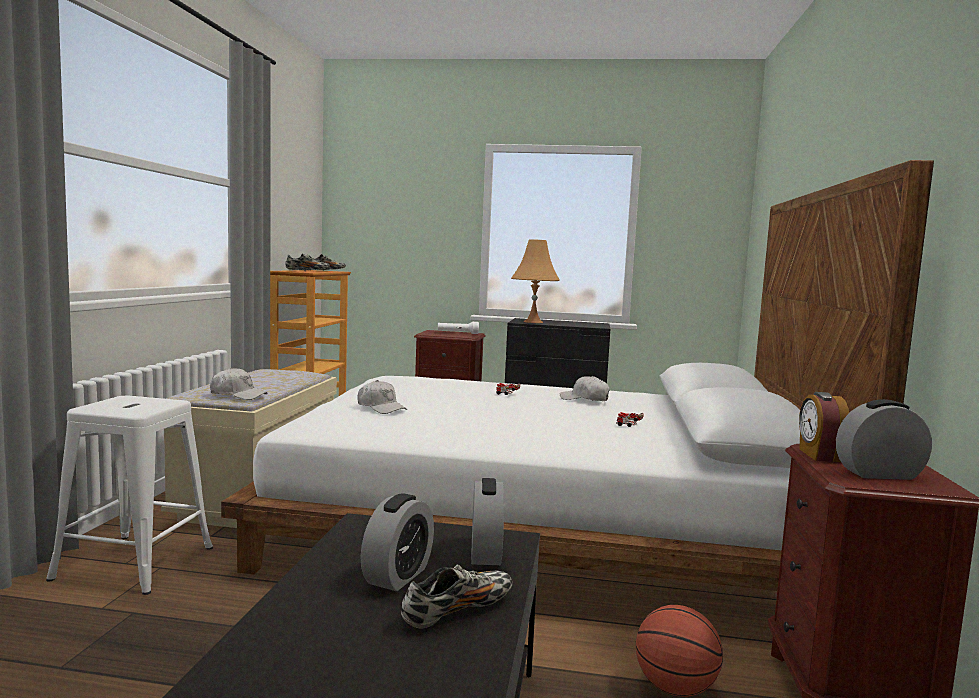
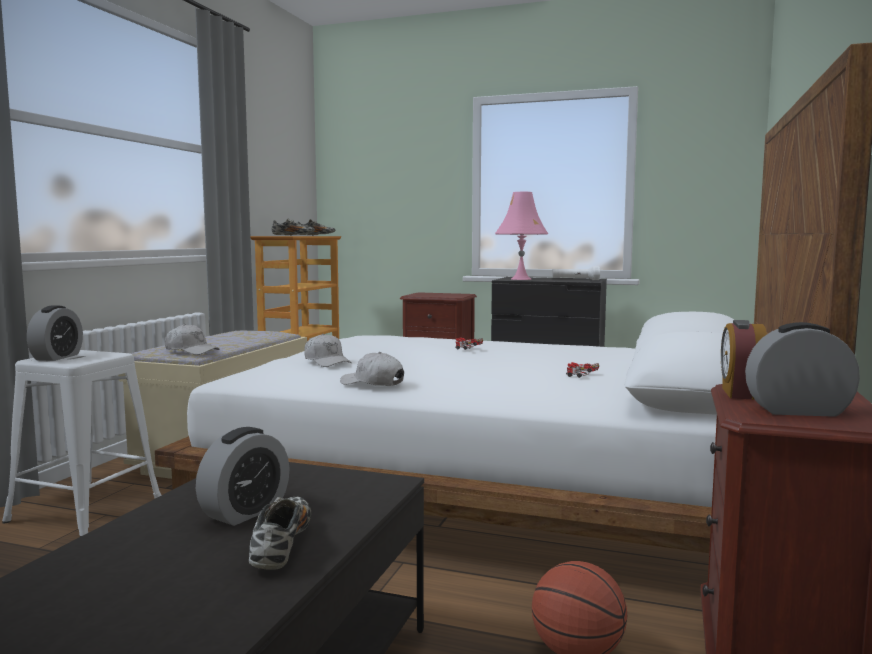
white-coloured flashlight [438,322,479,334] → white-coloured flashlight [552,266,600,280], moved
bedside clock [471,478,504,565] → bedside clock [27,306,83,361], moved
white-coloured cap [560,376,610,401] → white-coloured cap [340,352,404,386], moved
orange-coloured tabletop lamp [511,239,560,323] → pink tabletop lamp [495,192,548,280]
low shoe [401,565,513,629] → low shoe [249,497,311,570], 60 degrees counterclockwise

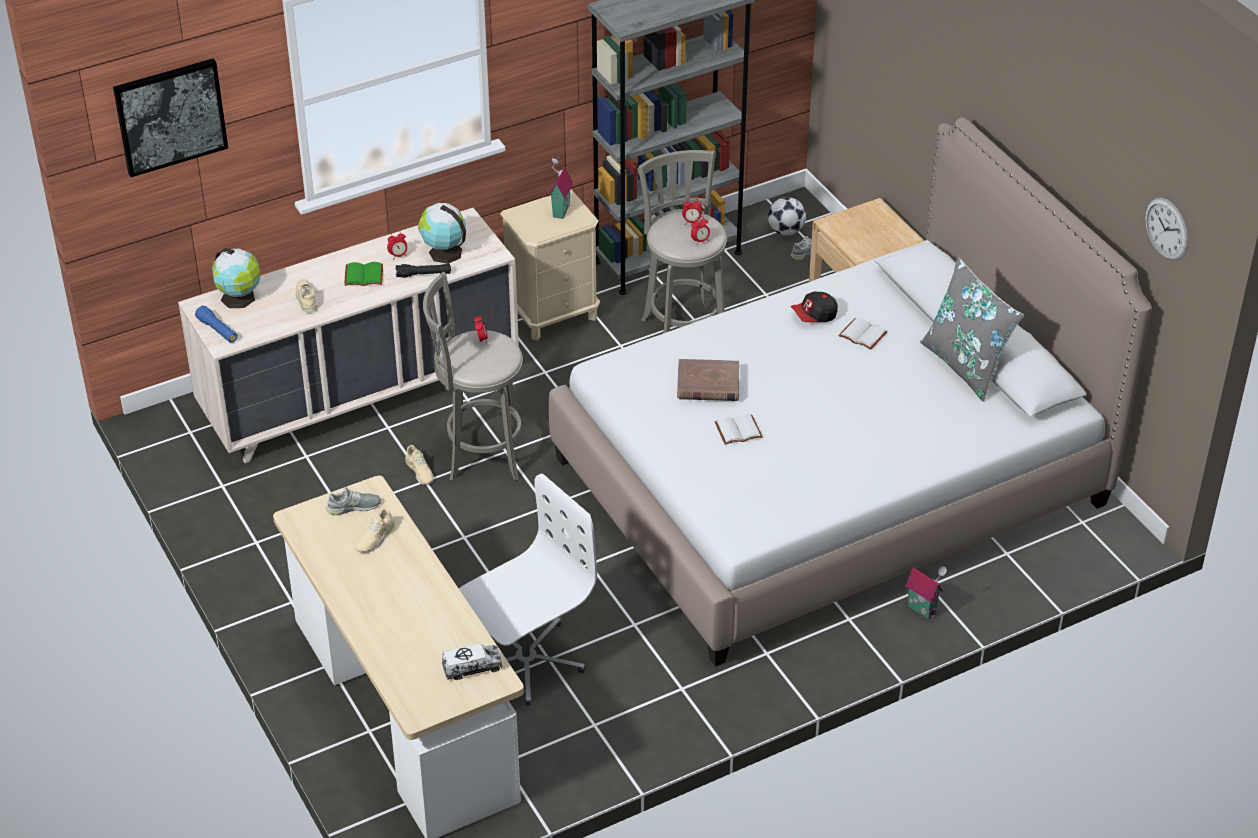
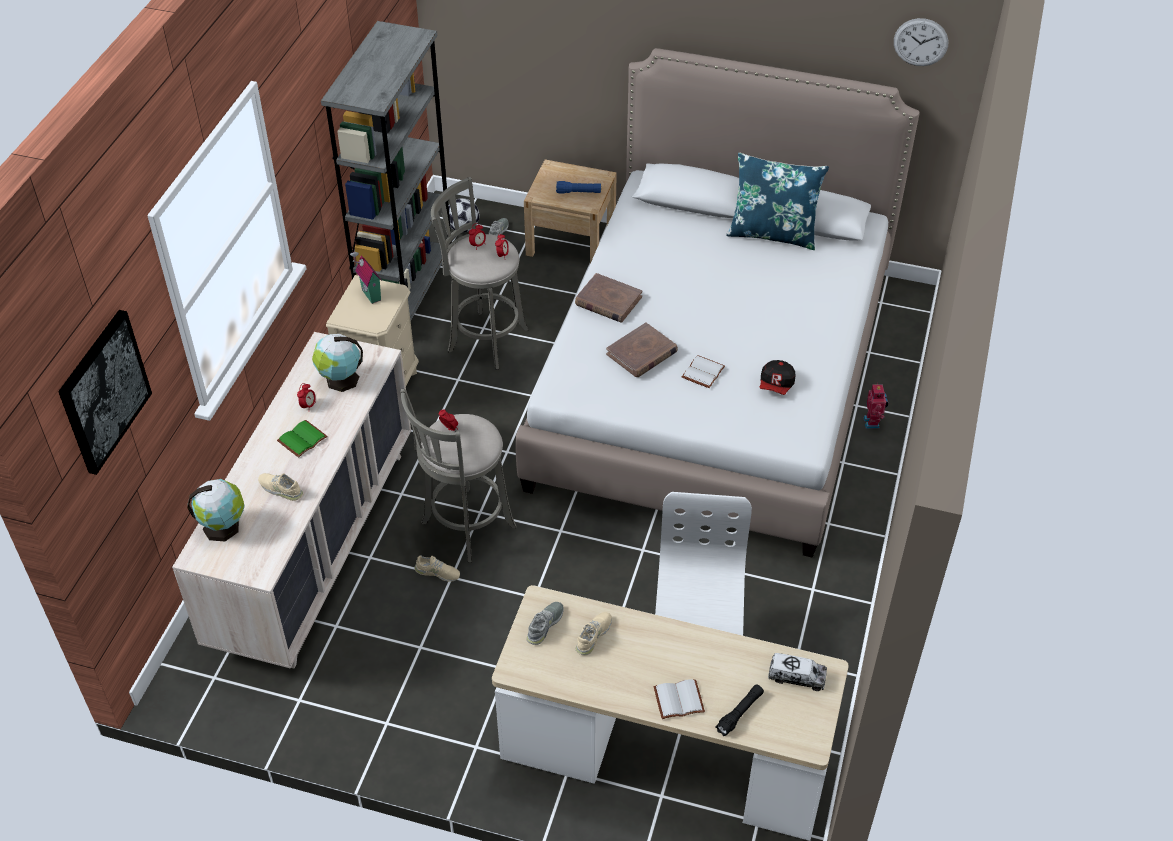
- → brownish book [575,273,642,323]
blue-coloured flashlight [195,306,238,343] → blue-coloured flashlight [556,181,601,193], moved
blackish flashlight [395,264,451,278] → blackish flashlight [716,684,764,736], moved
cap [791,292,838,322] → cap [760,360,795,395], moved
white-coloured book [838,318,887,350] → white-coloured book [654,679,705,719], moved
miniature house [905,566,947,620] → toy robot [863,383,888,429]
grey throw pillow [920,258,1024,401] → blue-coloured throw pillow [726,153,829,250]
beige low shoe [355,508,395,553] → beige low shoe [575,612,612,656], 135 degrees counterclockwise
model truck [442,644,503,680] → model truck [768,653,827,691], 75 degrees clockwise

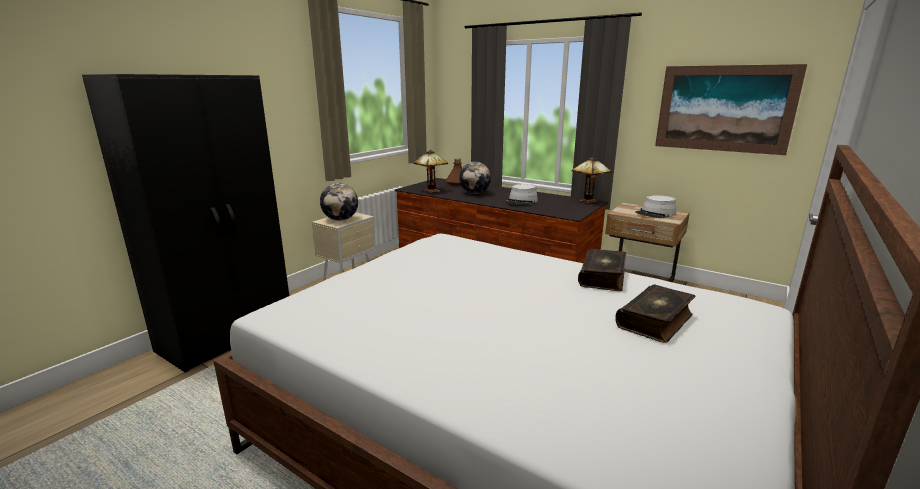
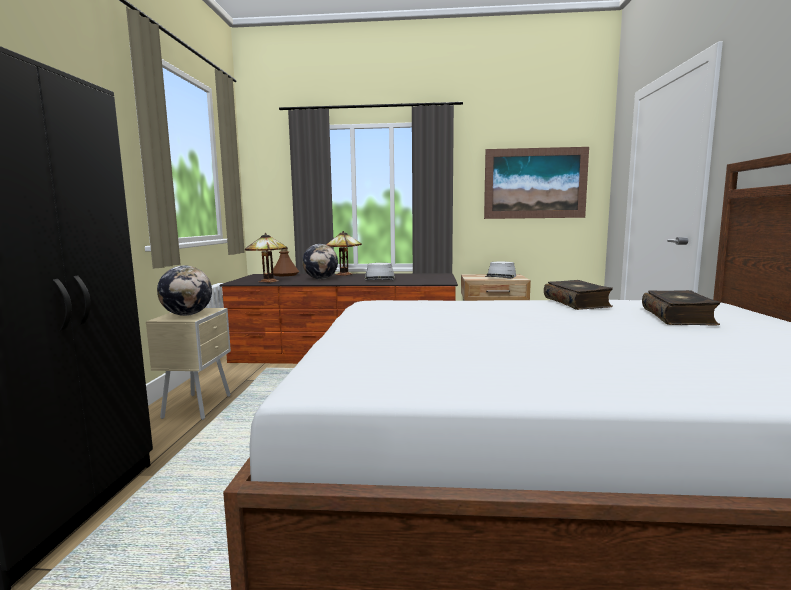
tabletop lamp [572,156,612,203] → tabletop lamp [326,231,362,276], moved

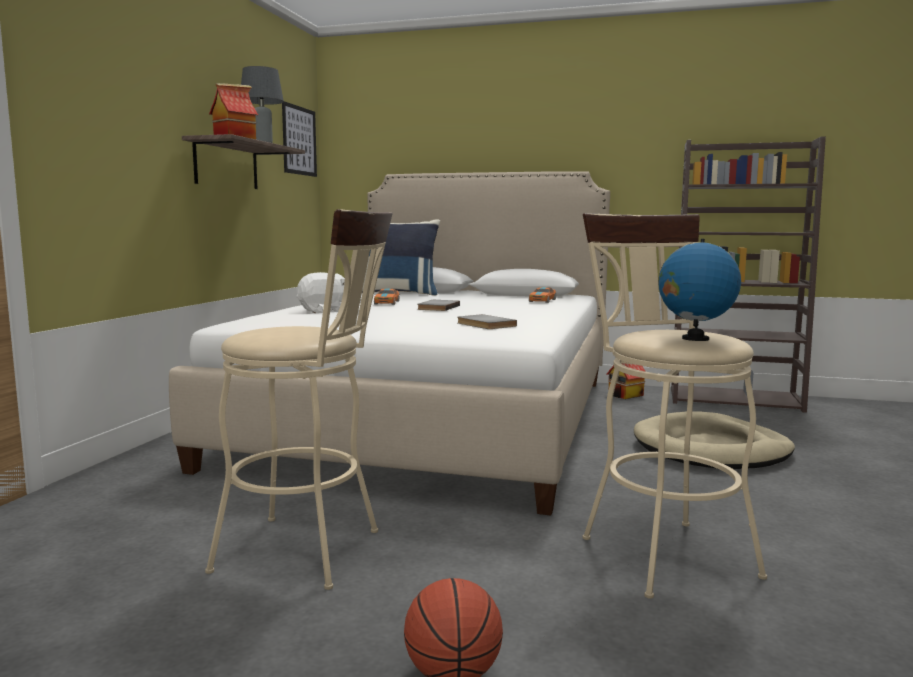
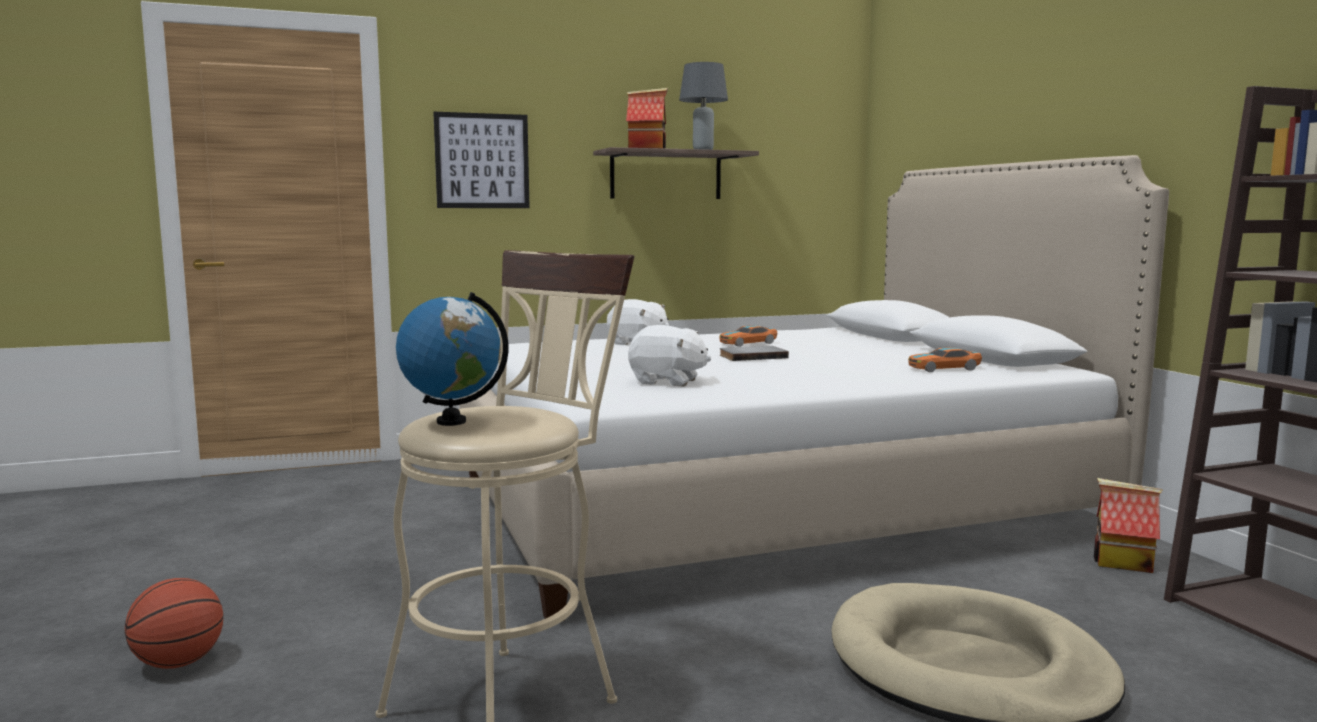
beige stool seat [205,209,393,590] → -
blue-coloured throw pillow [362,219,440,296] → -
wall art [282,101,317,177] → wall art [433,112,530,208], moved
grey book [458,314,517,329] → white-coloured cuddly toy [628,325,711,386]

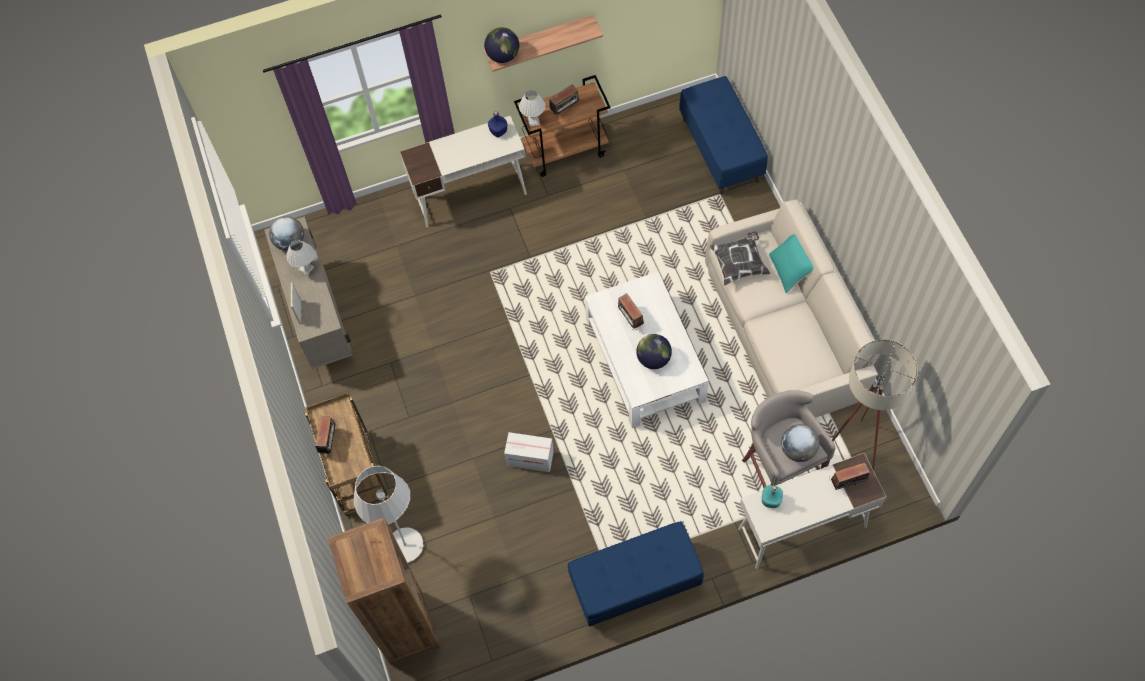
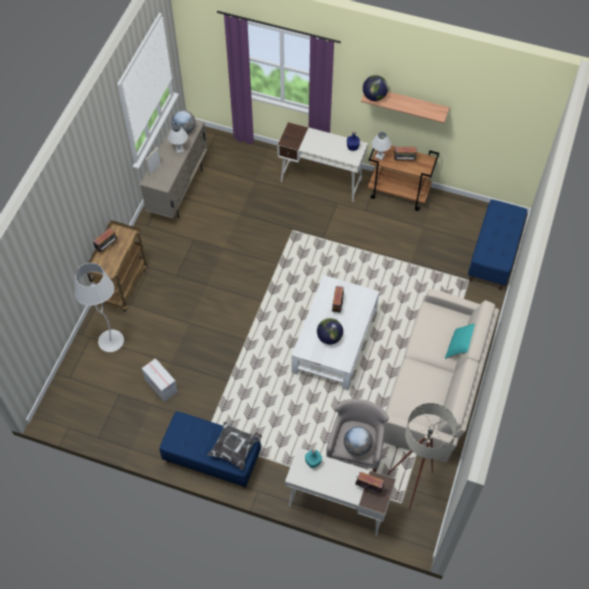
brownish bookcase [328,518,440,665] → -
packing box [504,432,554,472] → packing box [142,358,178,402], moved
throw pillow [710,231,770,286] → throw pillow [207,422,262,470], moved

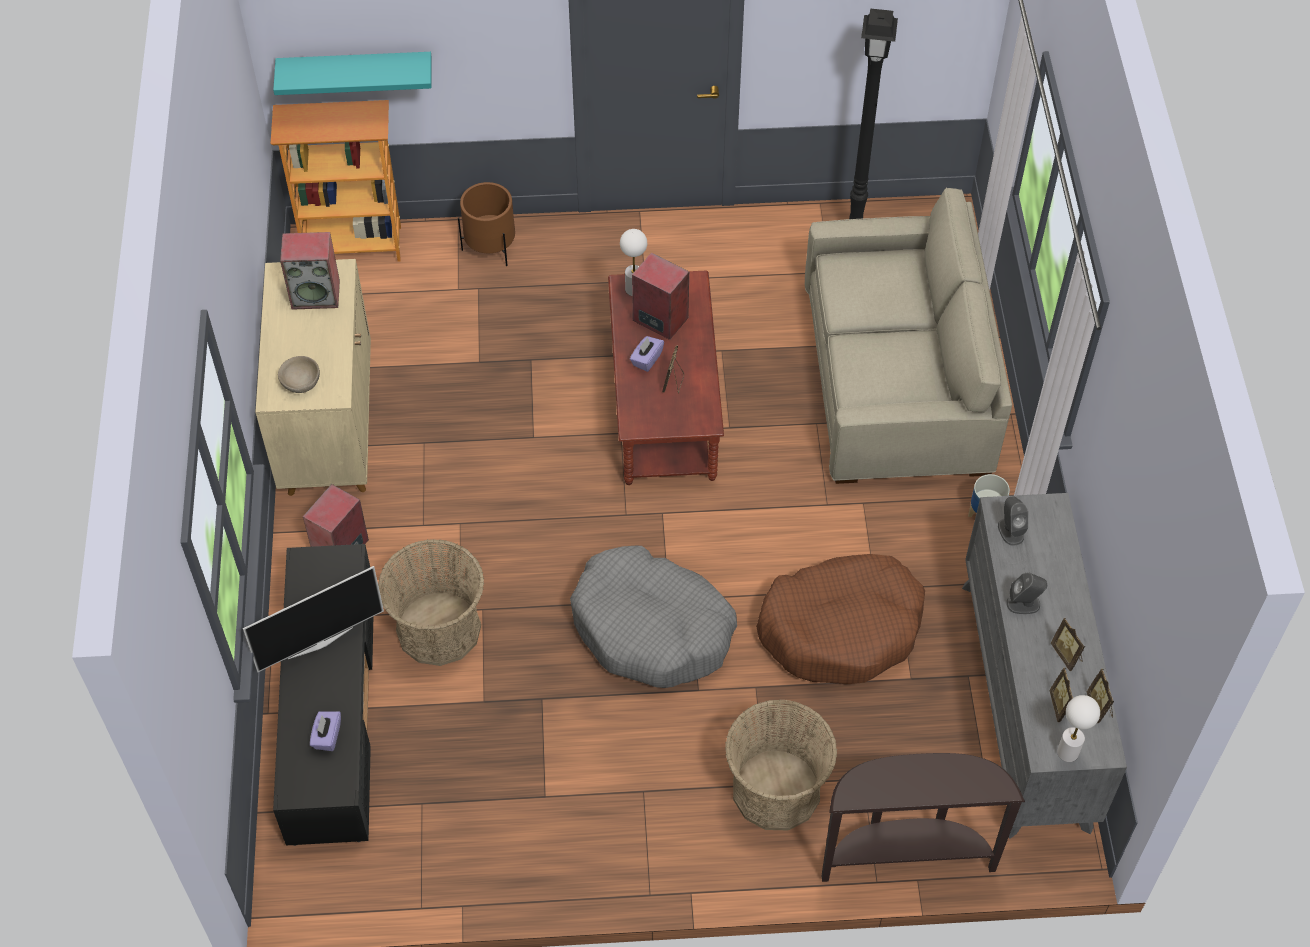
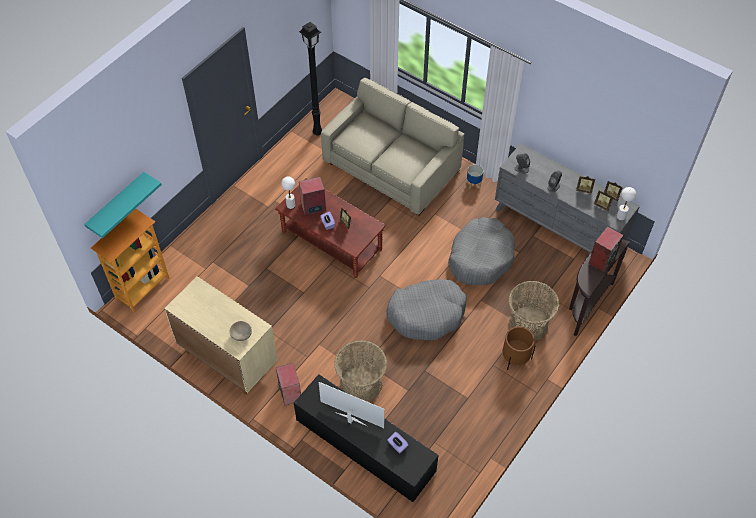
audio speaker [280,232,340,310] → audio speaker [588,226,624,273], moved
brownish planter [458,182,515,266] → brownish planter [503,326,535,370], moved
brownish dog bed [756,554,925,684] → grey dog bed [448,217,515,285]
television [243,566,384,672] → television [319,382,385,428], 75 degrees counterclockwise

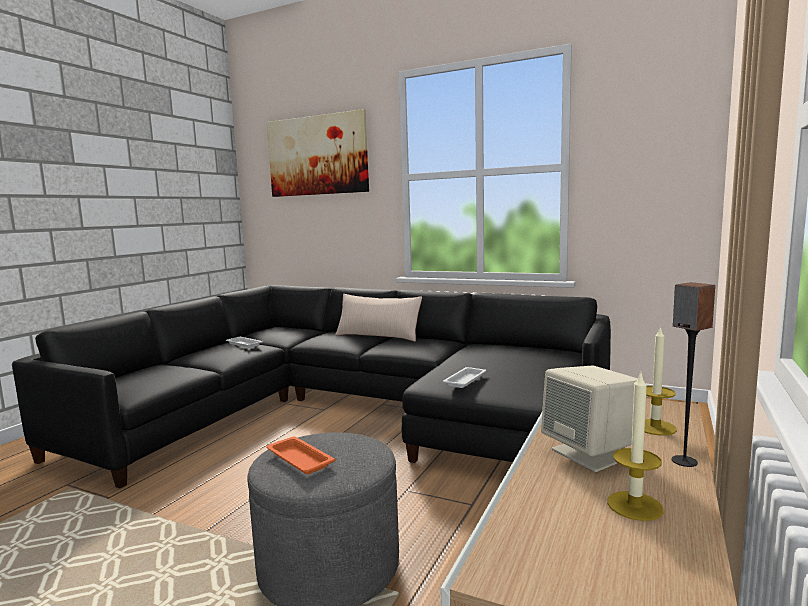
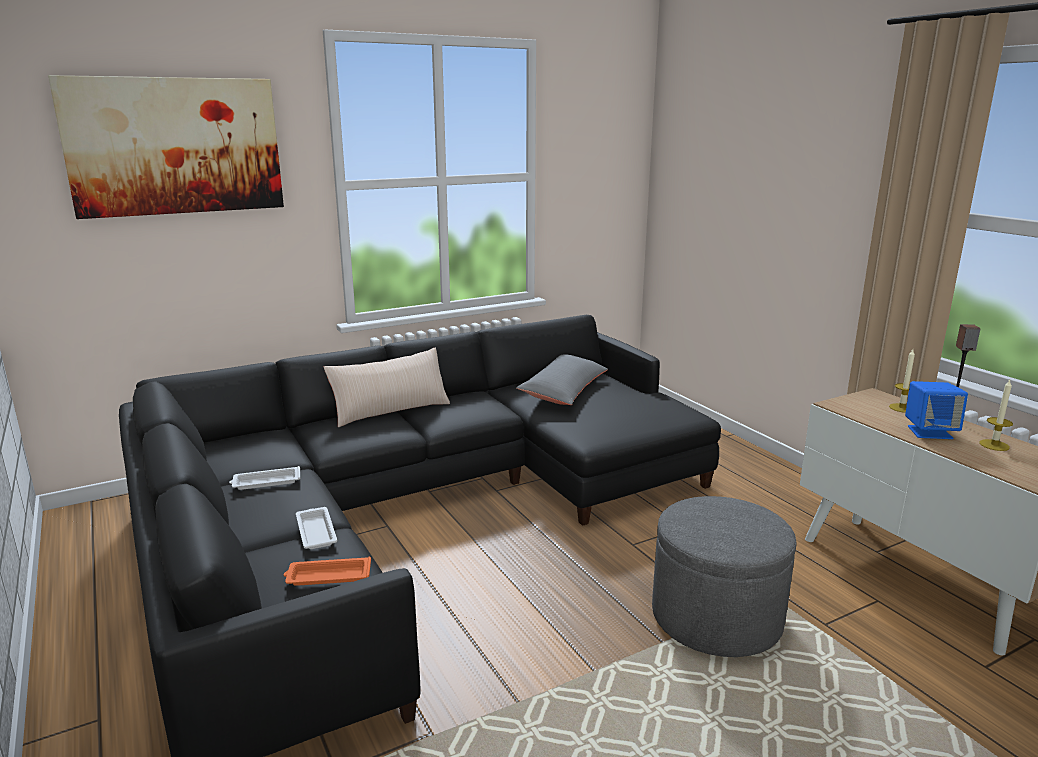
- → grey throw pillow [516,355,608,405]
orange-coloured tray [266,437,335,474] → orange-coloured tray [284,556,371,586], moved
white-coloured tray [442,367,486,388] → white-coloured tray [296,507,337,549], moved
beige audio speaker [541,366,638,472] → blue-coloured audio speaker [905,381,968,439]

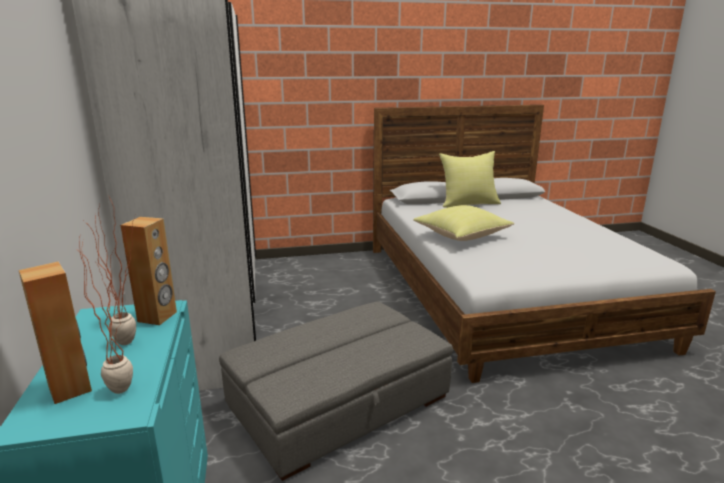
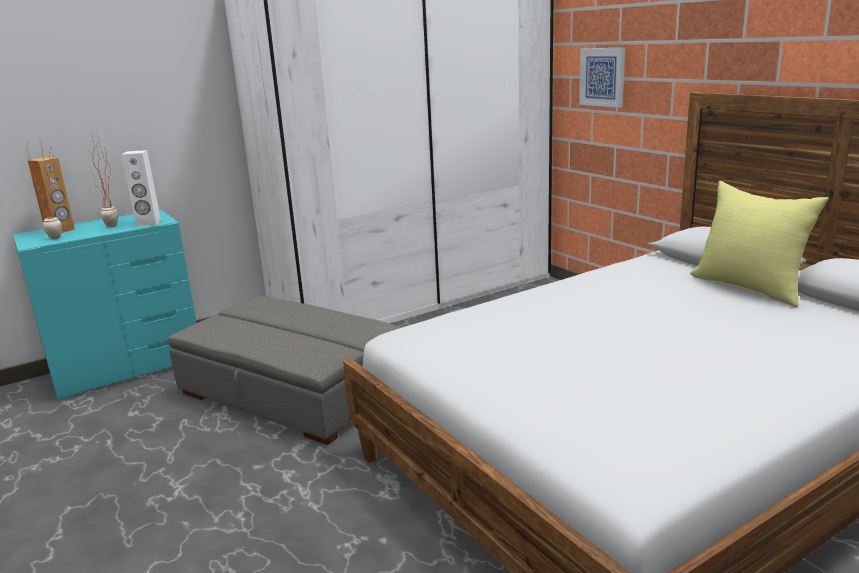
yellow throw pillow [413,205,514,241] → -
- → wall art [579,48,625,108]
brownish audio speaker [120,217,177,325] → white-coloured audio speaker [121,150,161,226]

